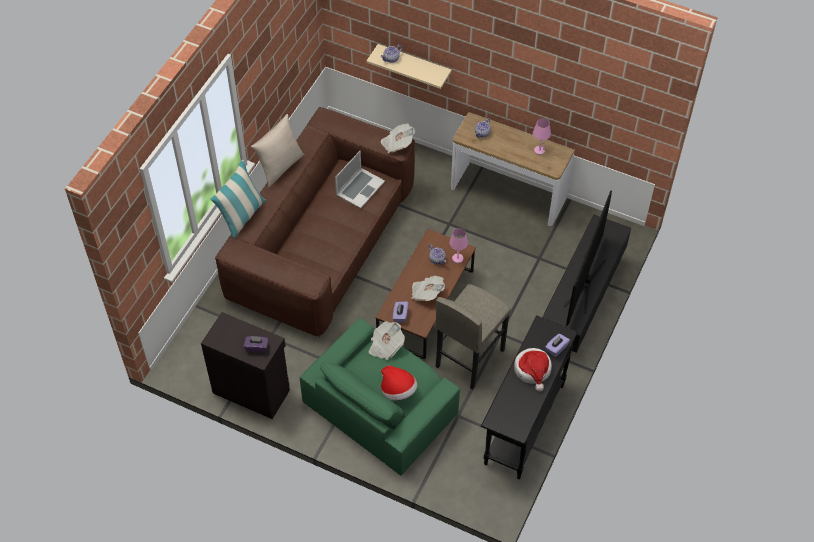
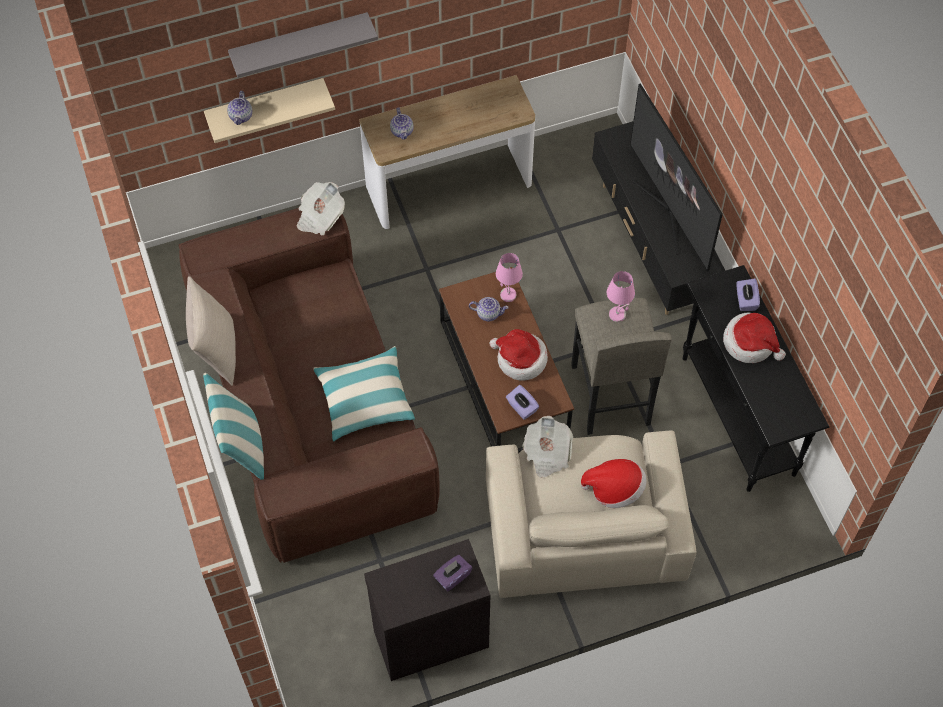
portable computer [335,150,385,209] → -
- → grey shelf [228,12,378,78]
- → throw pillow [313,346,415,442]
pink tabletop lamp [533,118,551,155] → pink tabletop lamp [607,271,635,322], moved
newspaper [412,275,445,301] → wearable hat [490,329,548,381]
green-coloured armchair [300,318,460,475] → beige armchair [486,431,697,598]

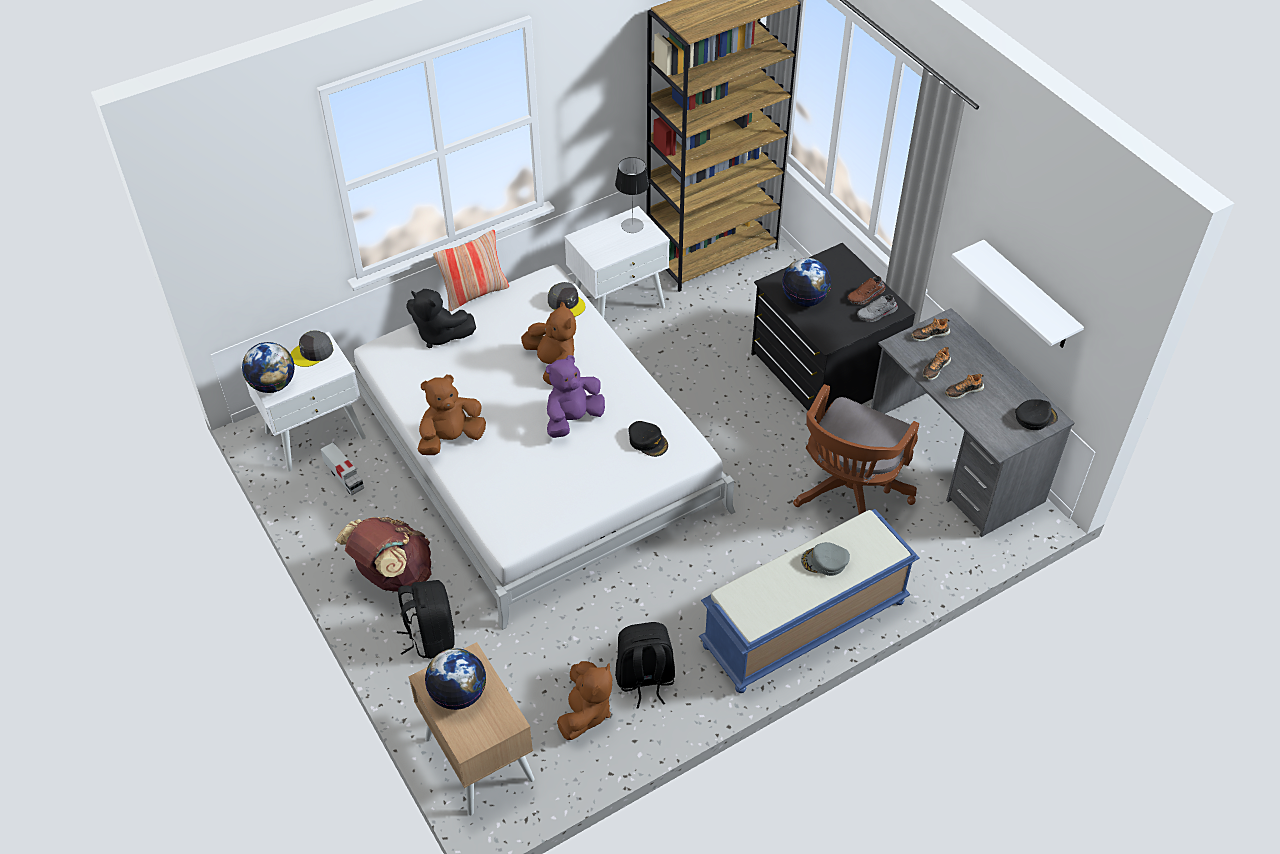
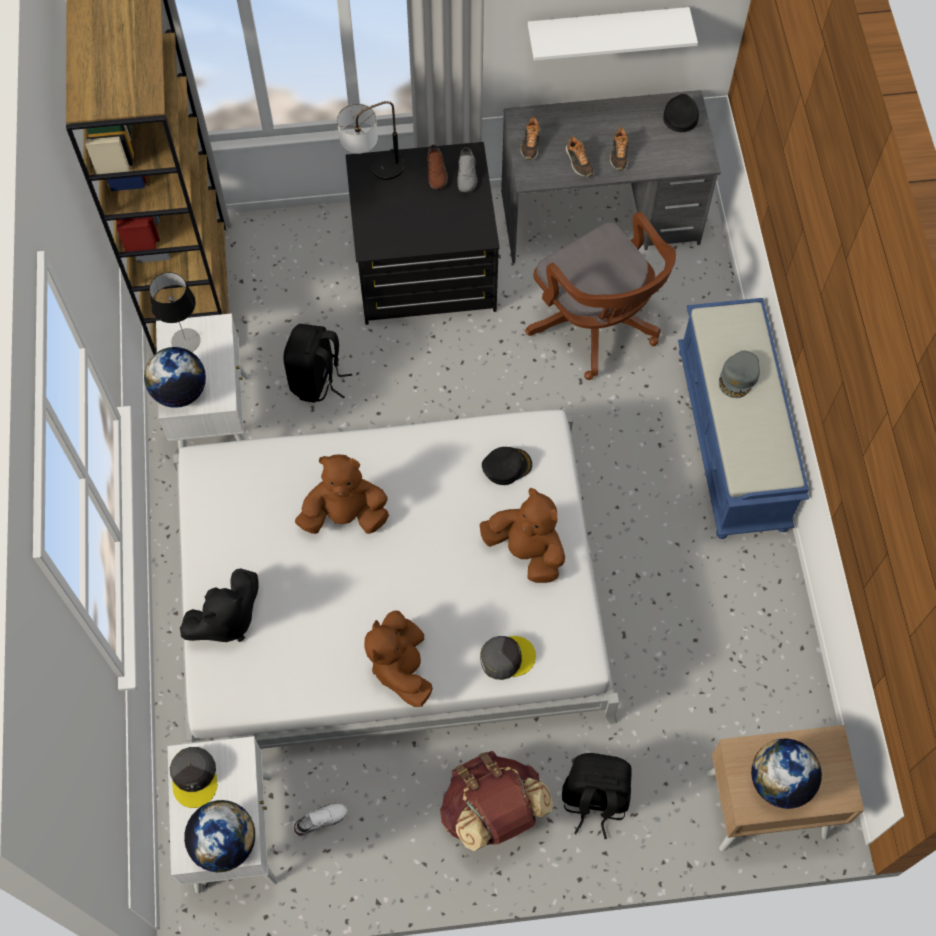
throw pillow [433,230,509,312] → -
purplish cuddly toy [546,355,605,438] → -
- → tabletop lamp [337,101,404,180]
grey cap [548,282,585,317] → grey cap [480,636,536,680], moved
brownish cuddly toy [557,661,612,740] → brownish cuddly toy [479,488,565,583], moved
blackish rucksack [615,622,675,709] → blackish rucksack [283,324,352,403], moved
desk globe [782,258,831,307] → desk globe [144,347,206,408], moved
model truck [321,442,364,495] → white-coloured low shoe [293,803,348,836]

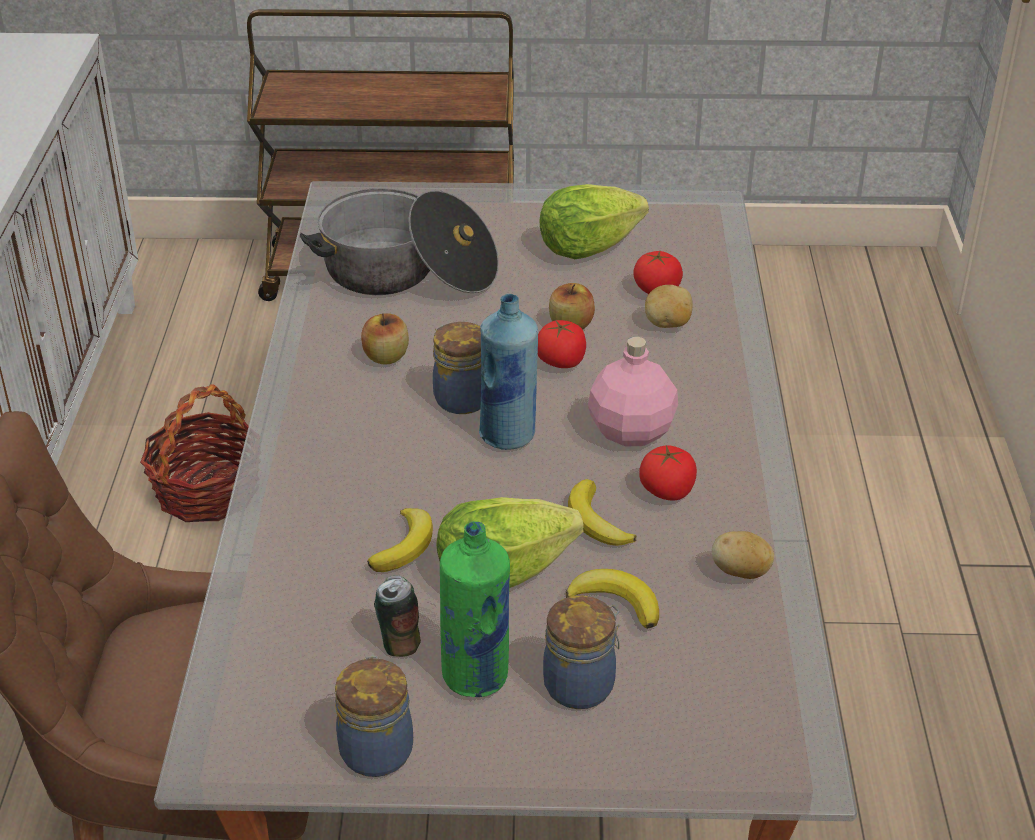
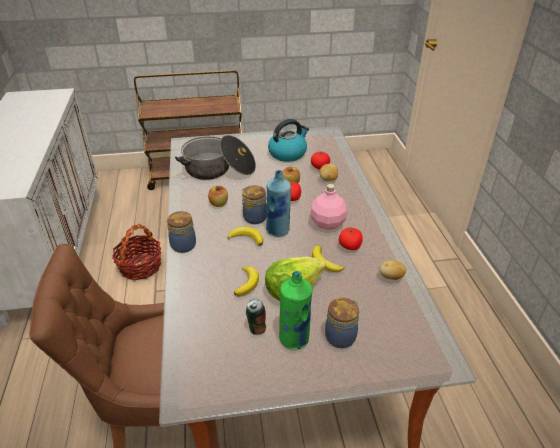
preserve jar [335,656,413,777] → preserve jar [167,211,196,253], moved
banana fruit [566,569,659,629] → banana fruit [227,227,263,246], moved
lettuce head [540,184,649,259] → water kettle [268,119,309,162]

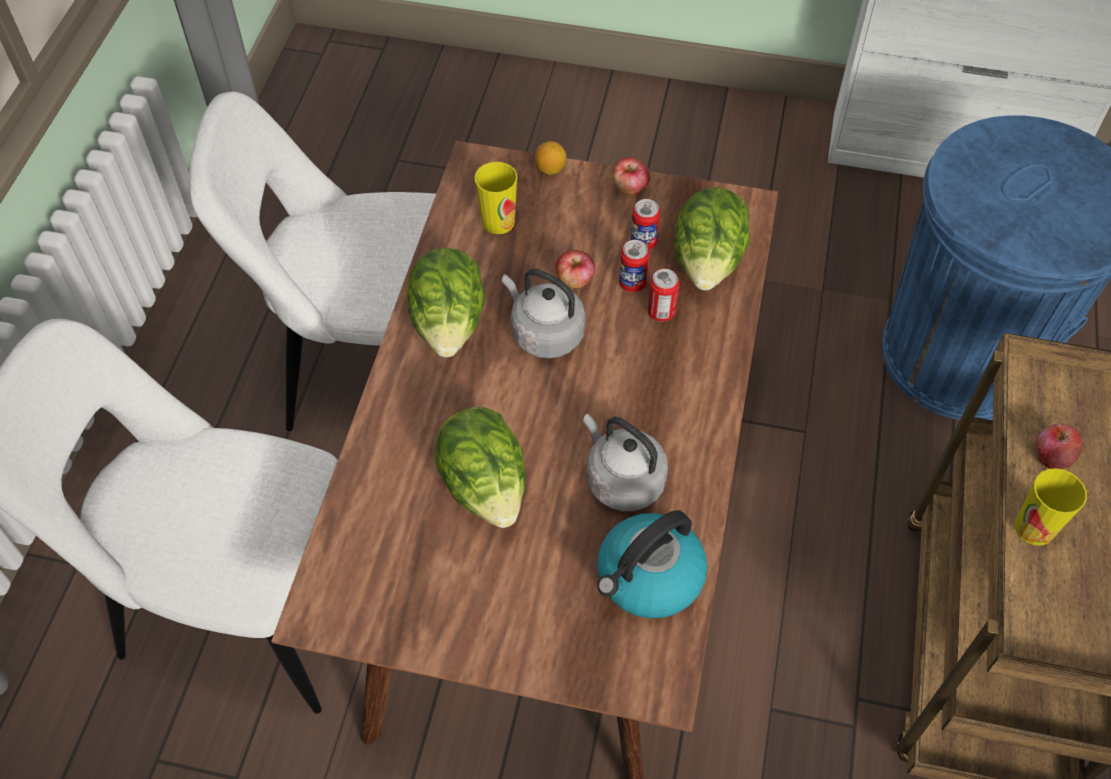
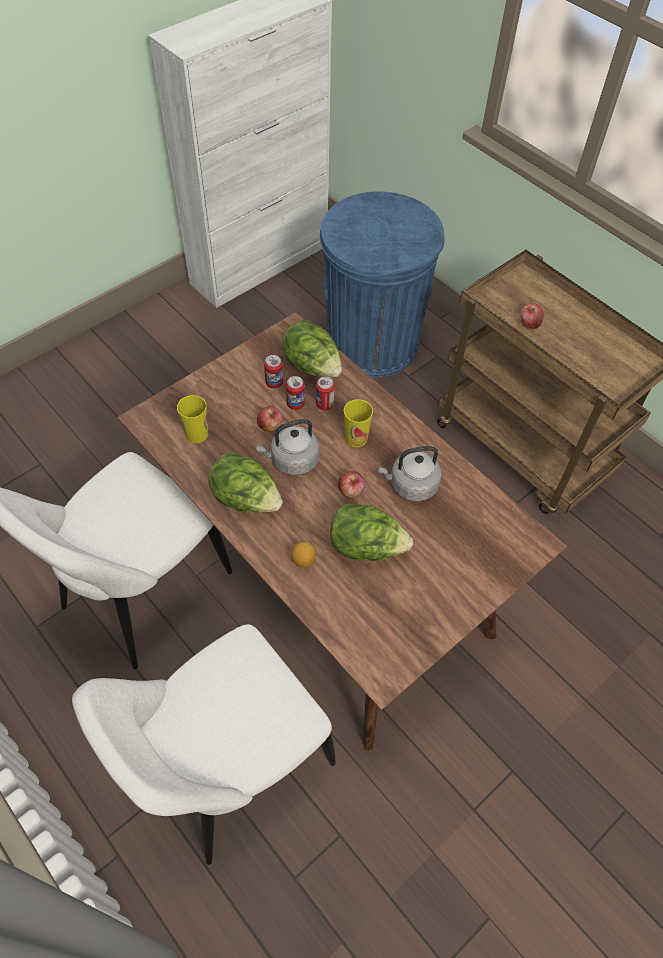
water kettle [597,510,708,618] → -
whole lemon [535,141,566,175] → whole lemon [291,542,316,567], moved
apple [612,157,650,196] → apple [338,471,365,498], moved
drinking cup [1015,468,1087,546] → drinking cup [344,399,373,447], moved

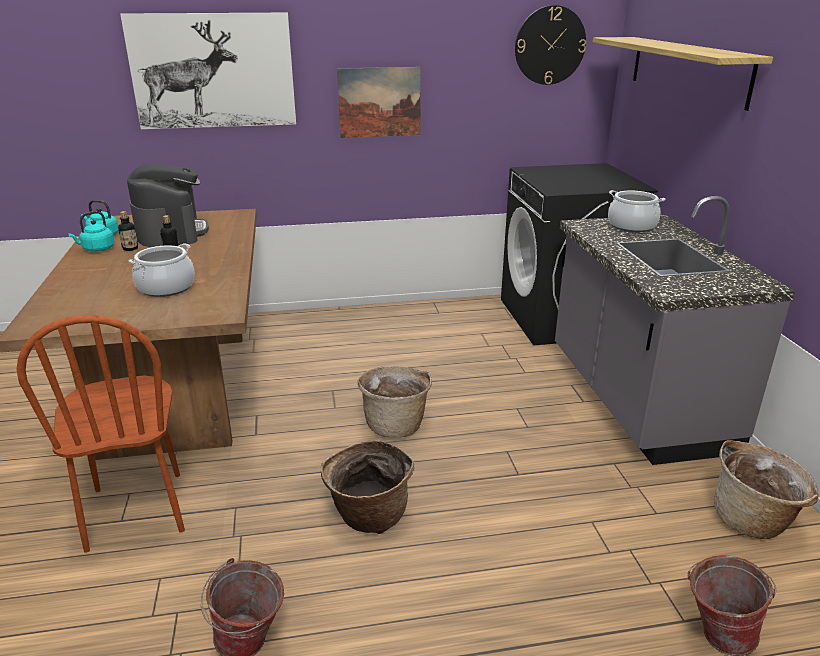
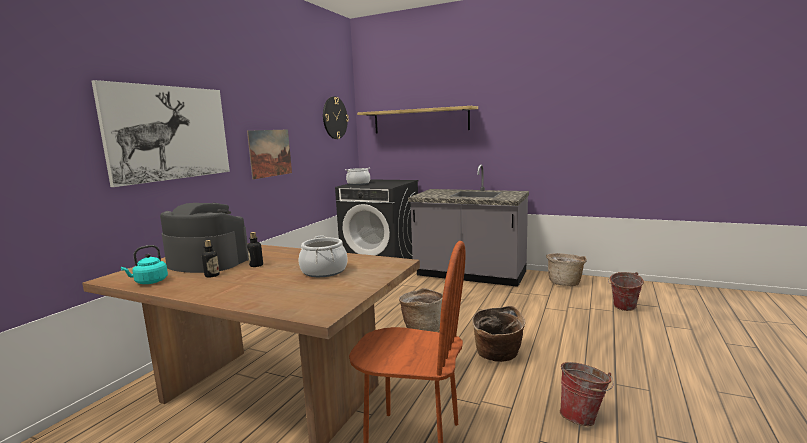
turquoise-coloured water kettle [68,211,115,252] → -
stockpot [608,190,665,232] → stockpot [345,168,370,185], moved

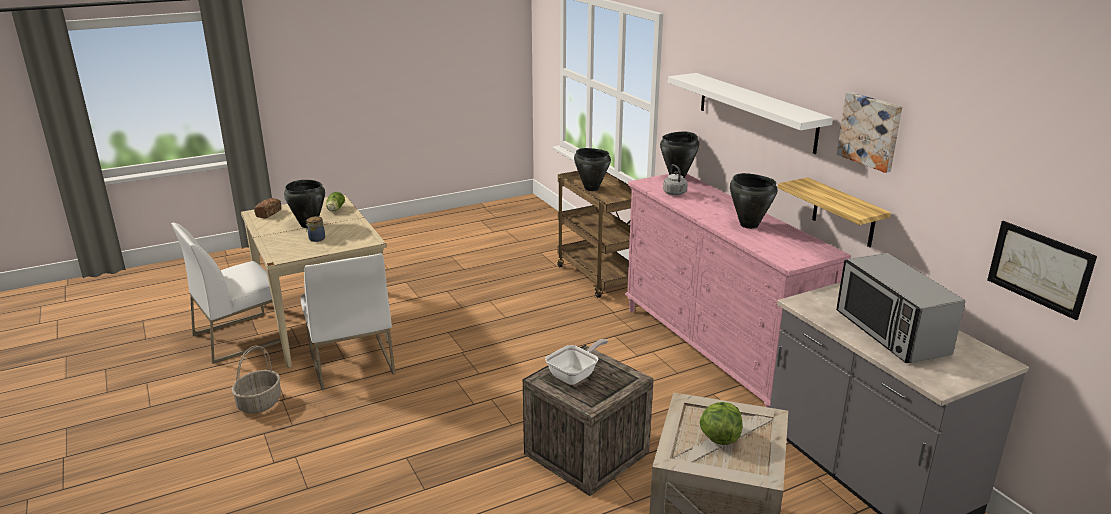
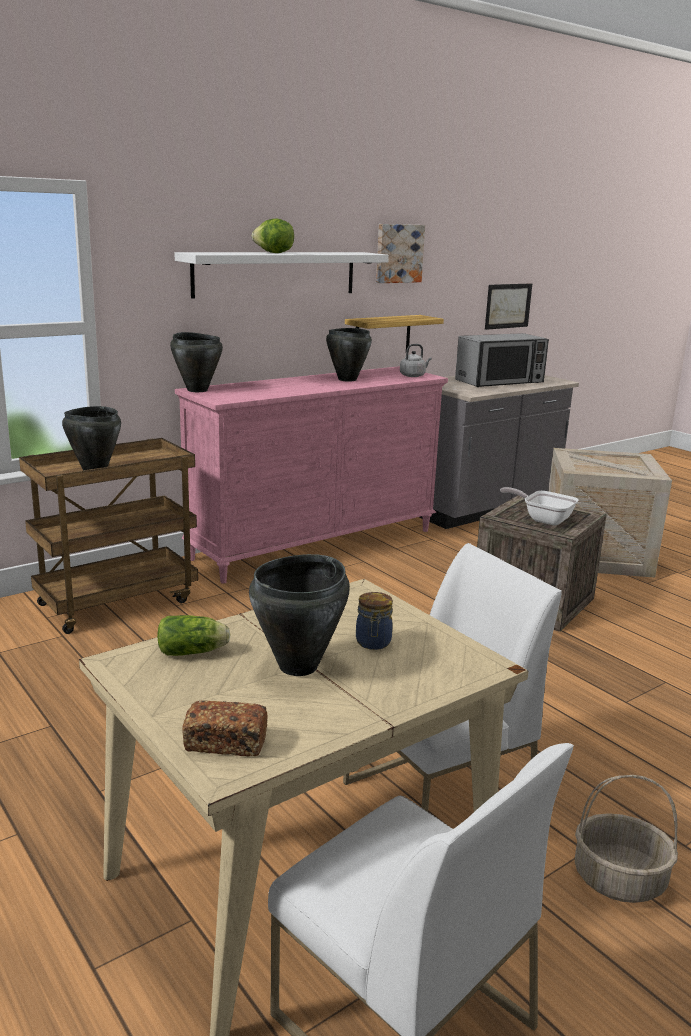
grey water kettle [663,164,688,195] → grey water kettle [400,344,432,377], moved
lettuce head [700,402,742,445] → lettuce head [252,219,294,253], moved

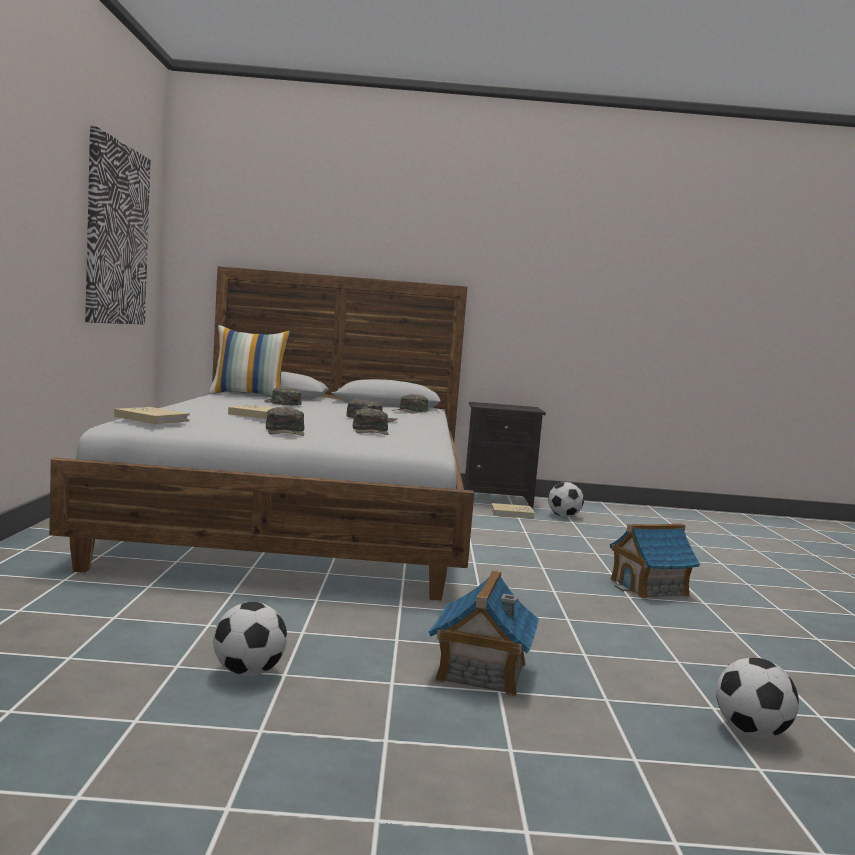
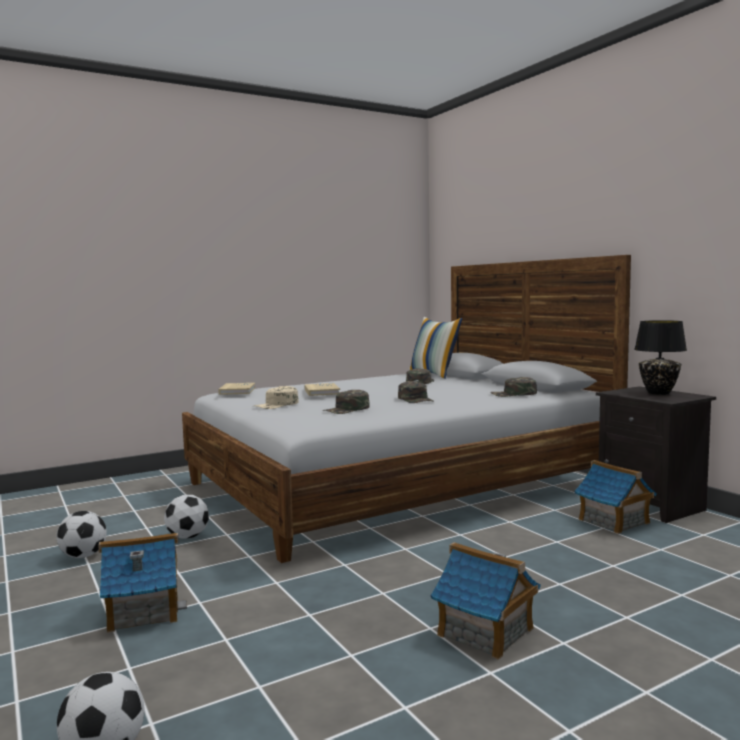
wall art [85,126,151,324] → -
- → blackish tabletop lamp [634,320,687,395]
ball for football [548,482,584,517] → ball for football [164,495,209,539], moved
beige book [491,503,535,518] → miniature house [574,460,657,534]
green-coloured cap [266,407,304,436] → beige cap [254,386,299,409]

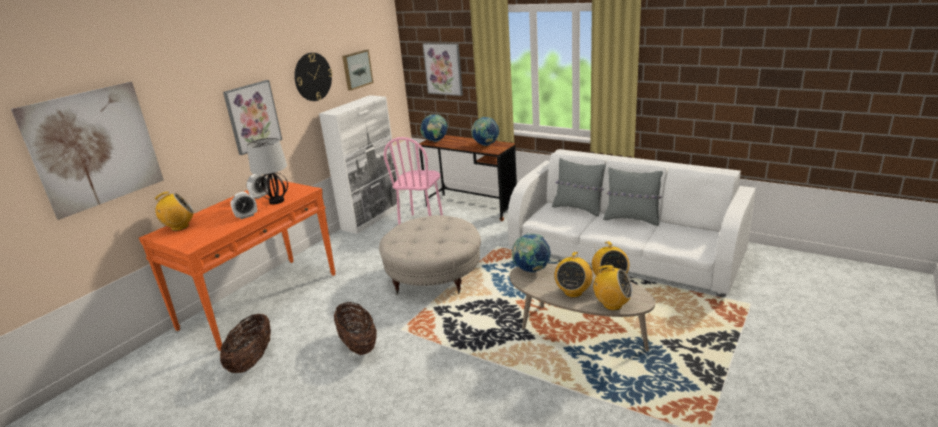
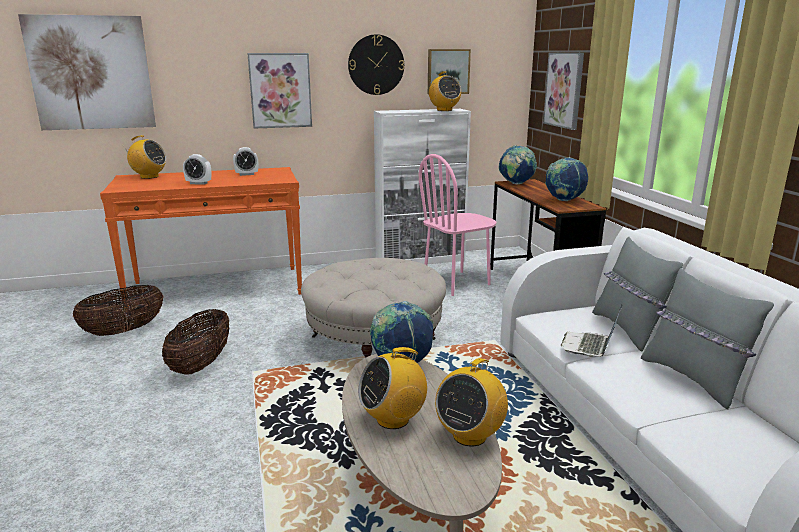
tabletop lamp [246,138,288,204] → -
- → portable computer [561,305,622,357]
radio receiver [591,265,633,310] → radio receiver [429,71,461,111], moved

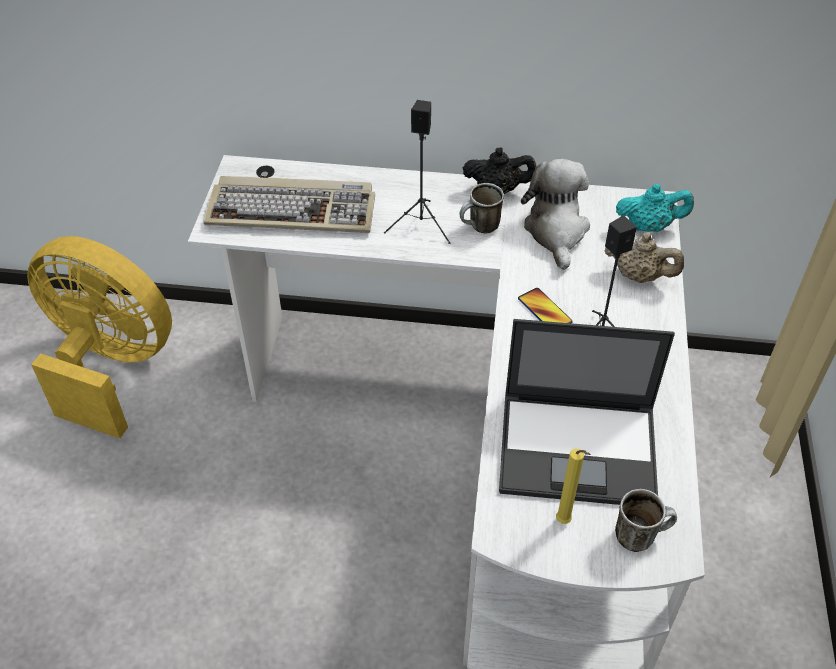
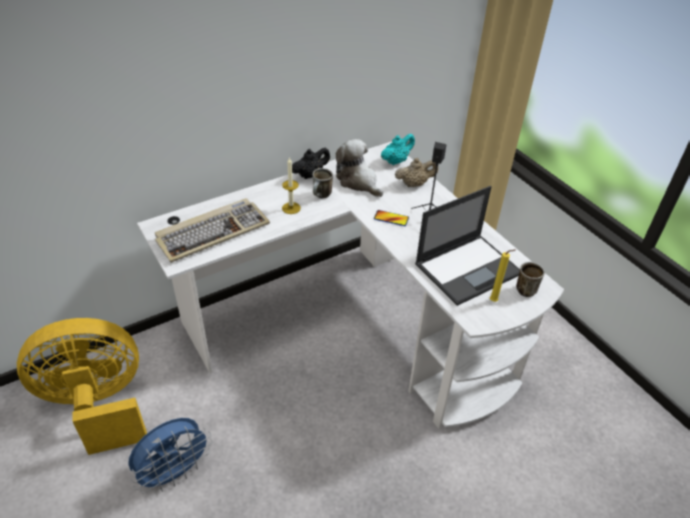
- → blue-coloured electric fan [128,418,213,493]
blackish audio speaker [384,100,450,244] → wax candle [282,157,301,214]

